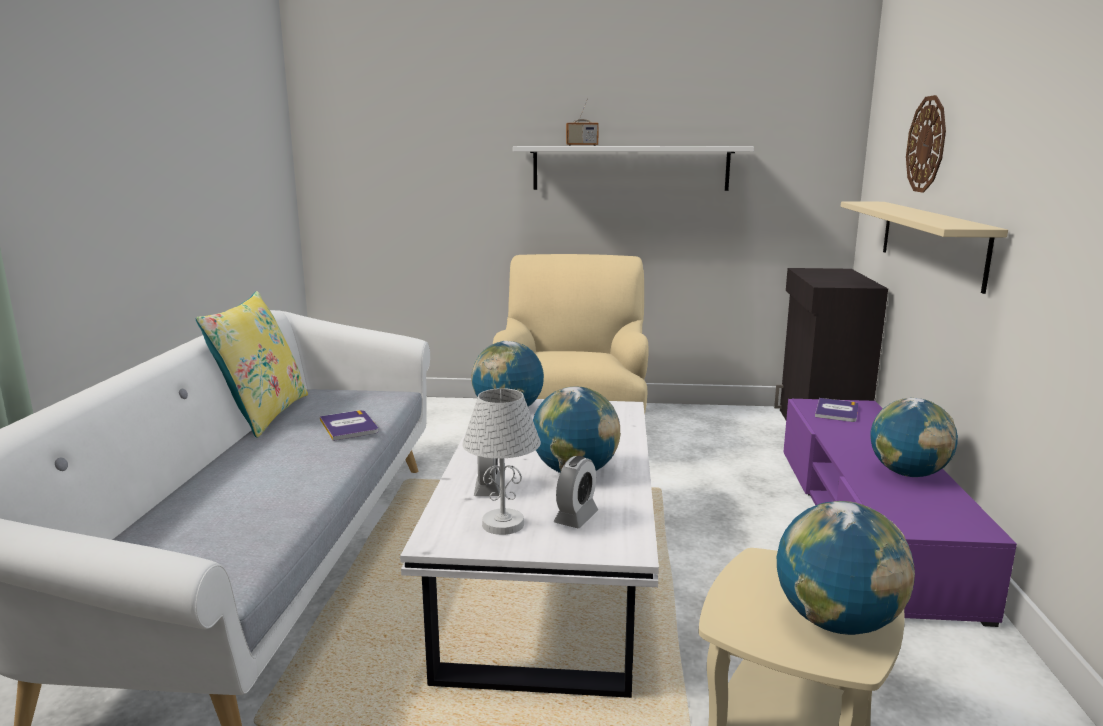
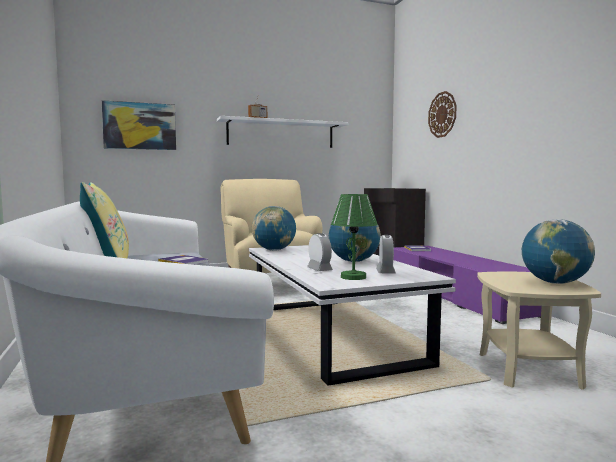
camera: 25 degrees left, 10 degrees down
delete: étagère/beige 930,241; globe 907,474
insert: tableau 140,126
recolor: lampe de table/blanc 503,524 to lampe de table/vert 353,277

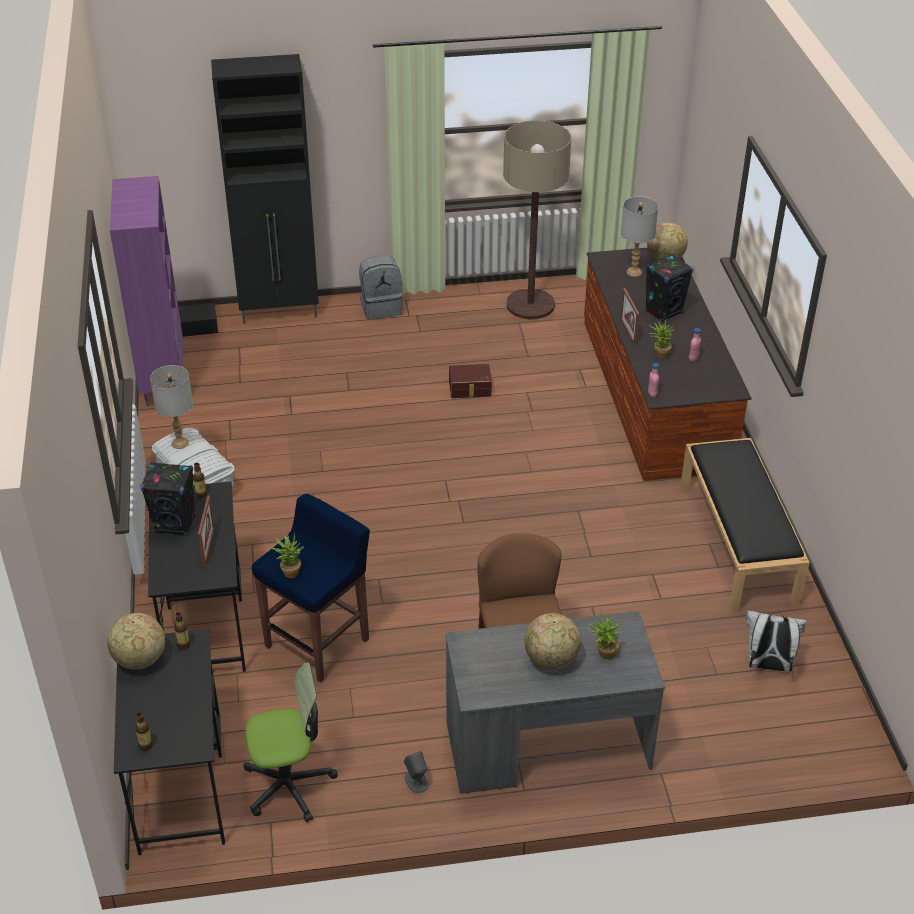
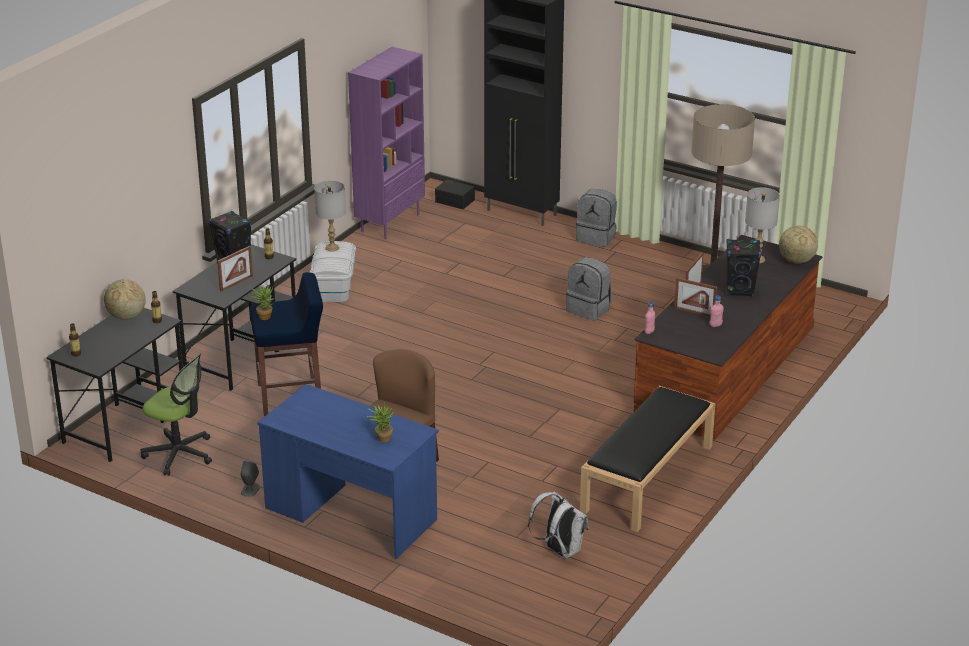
camera: 40 degrees right, 10 degrees down
delete: globe 551,660
replace: boîte de rangement/marron 470,389 to sac à dos/gris 589,309; plante en pot 659,353 to cadre photo 694,312
recolor: bureau/gris 547,745 to bureau/bleu 350,514

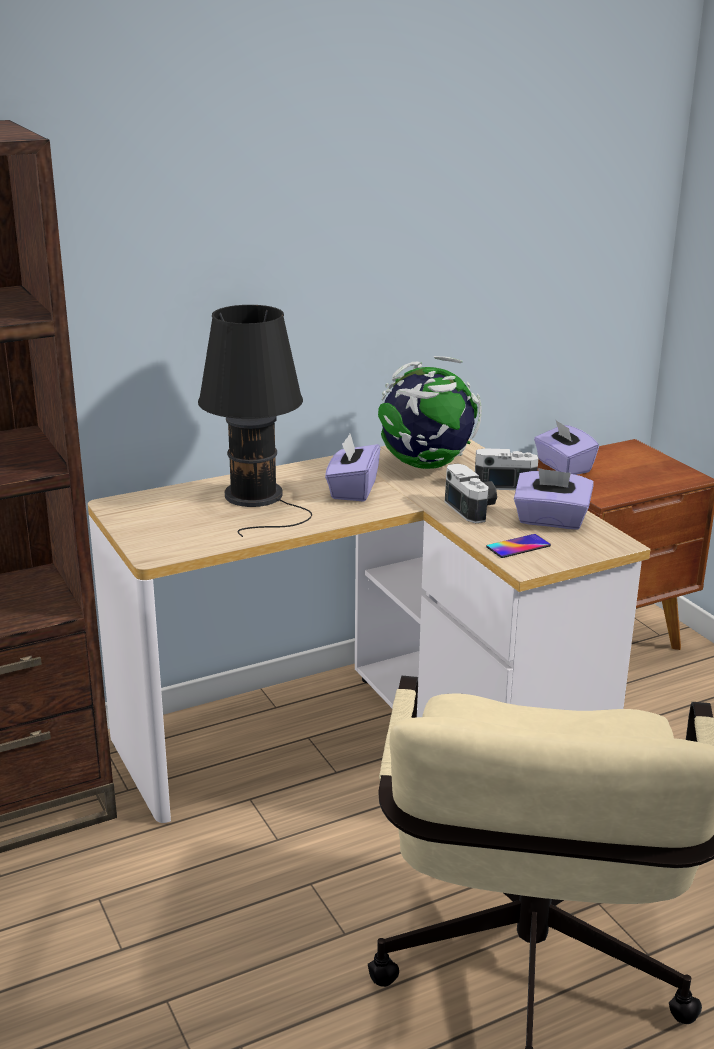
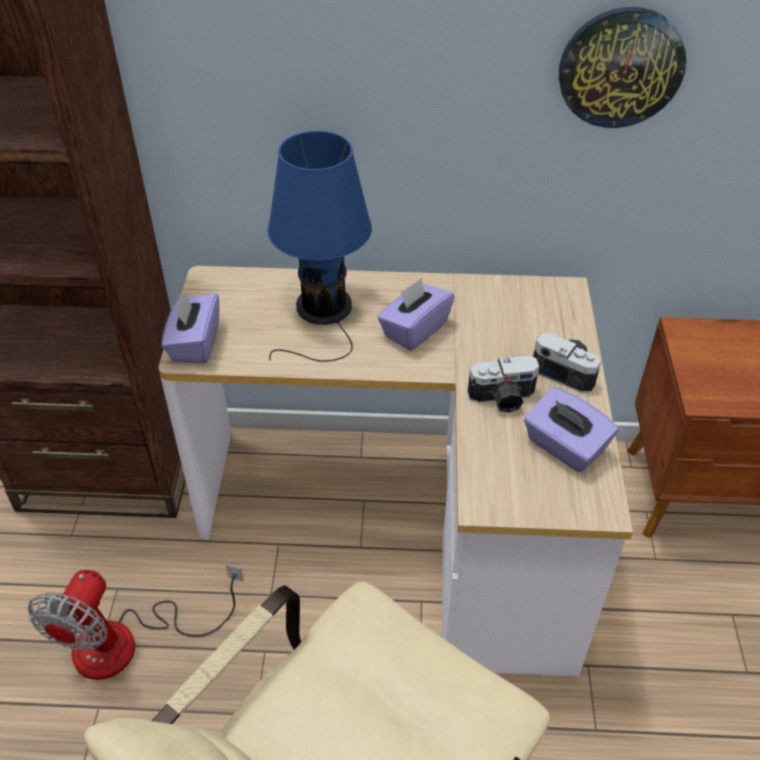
camera: 30 degrees right, 20 degrees up
delete: globe 426,466; téléphone 518,546
insert: ventilateur 128,642; horloge murale 620,67
move: boîte à mouchoirs/violet 563,467 to 195,344
recolor: lampe de table/noir 256,498 to lampe de table/bleu 323,311
rotate: appareil photo 473,508 = 503,399 75 degrees clockwise

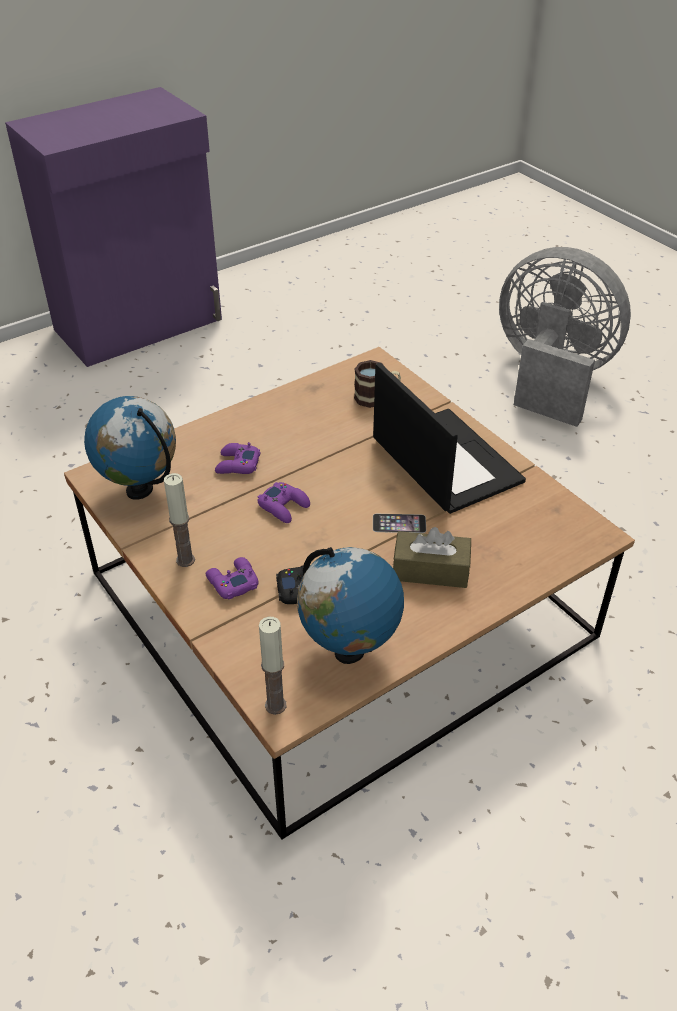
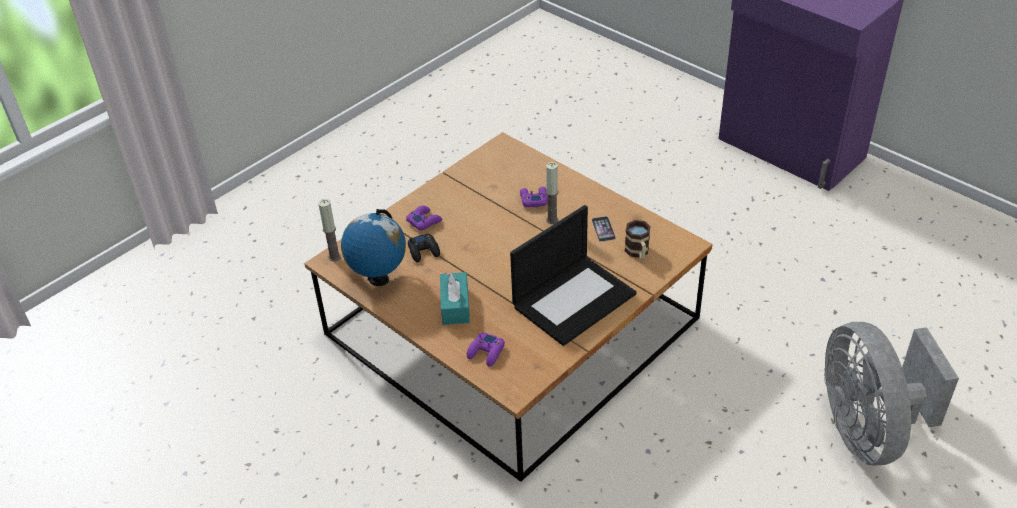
camera: 80 degrees right, 0 degrees up
delete: globe 140,490
move: bougie 185,560 to 552,220; manette/violet 284,506 to 486,352; téléphone 399,523 to 603,229
recolor: boîte à mouchoirs/marron 430,570 to boîte à mouchoirs/turquoise 455,306
rotate: ventilateur/gris 550,378 = 868,430 150 degrees clockwise

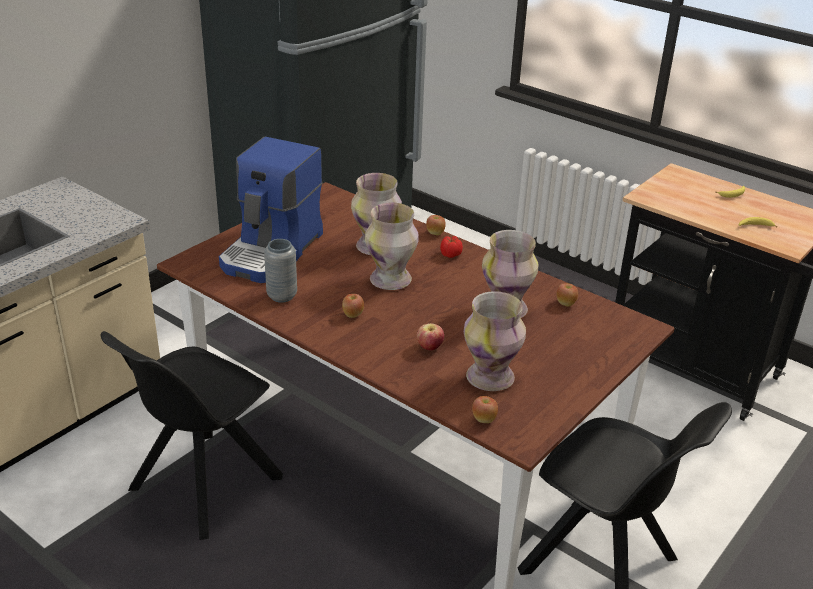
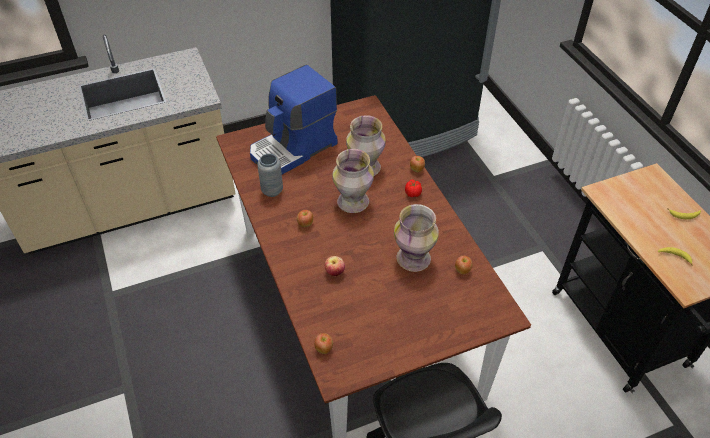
camera: 30 degrees right, 15 degrees up
delete: chaise/noir 202,485; vase 490,377

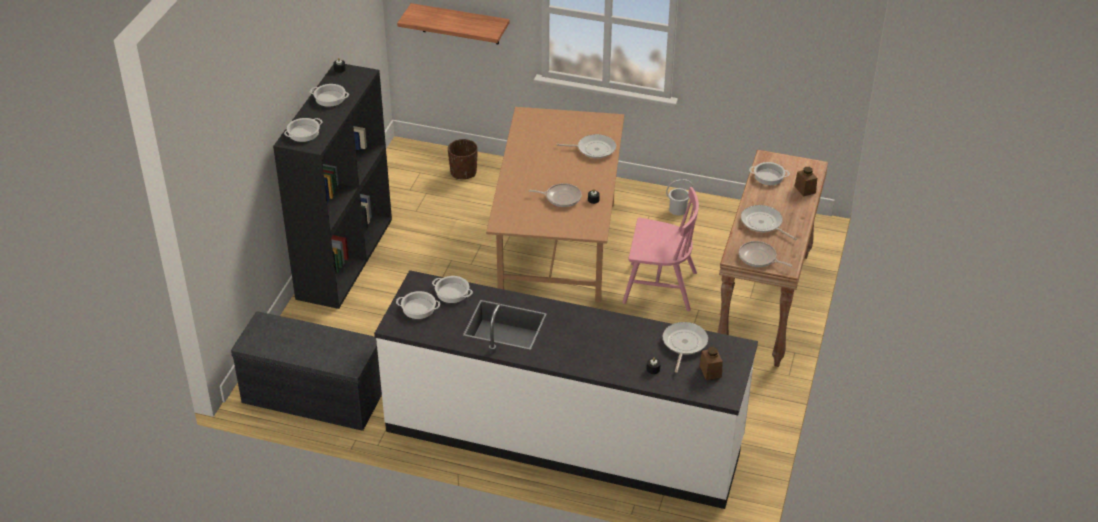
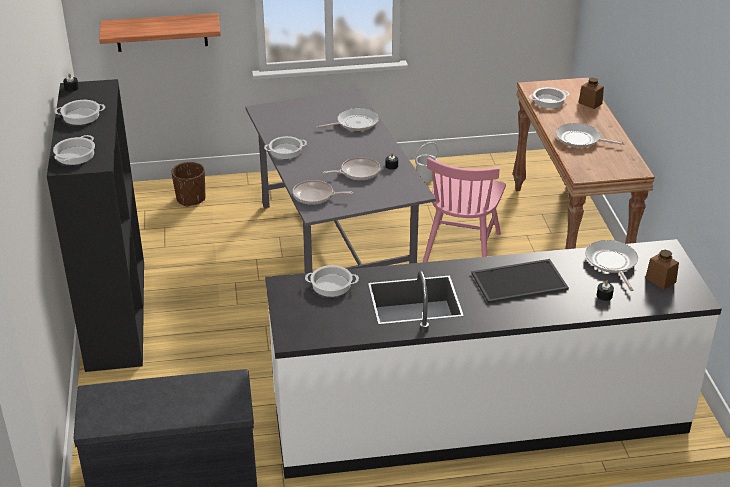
camera: 25 degrees left, 5 degrees down
insert: plateau 519,280
move: marmite 419,308 to 286,150; poêle 759,258 to 315,196
recolor: table à manger/marron 556,246 to table à manger/gris 334,239
rotate: chaise/rose 659,287 = 461,248 120 degrees clockwise

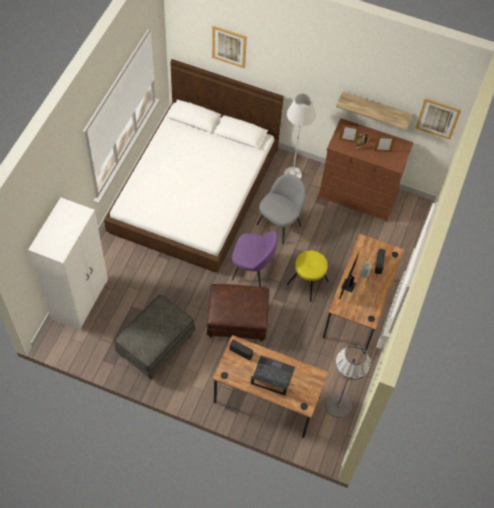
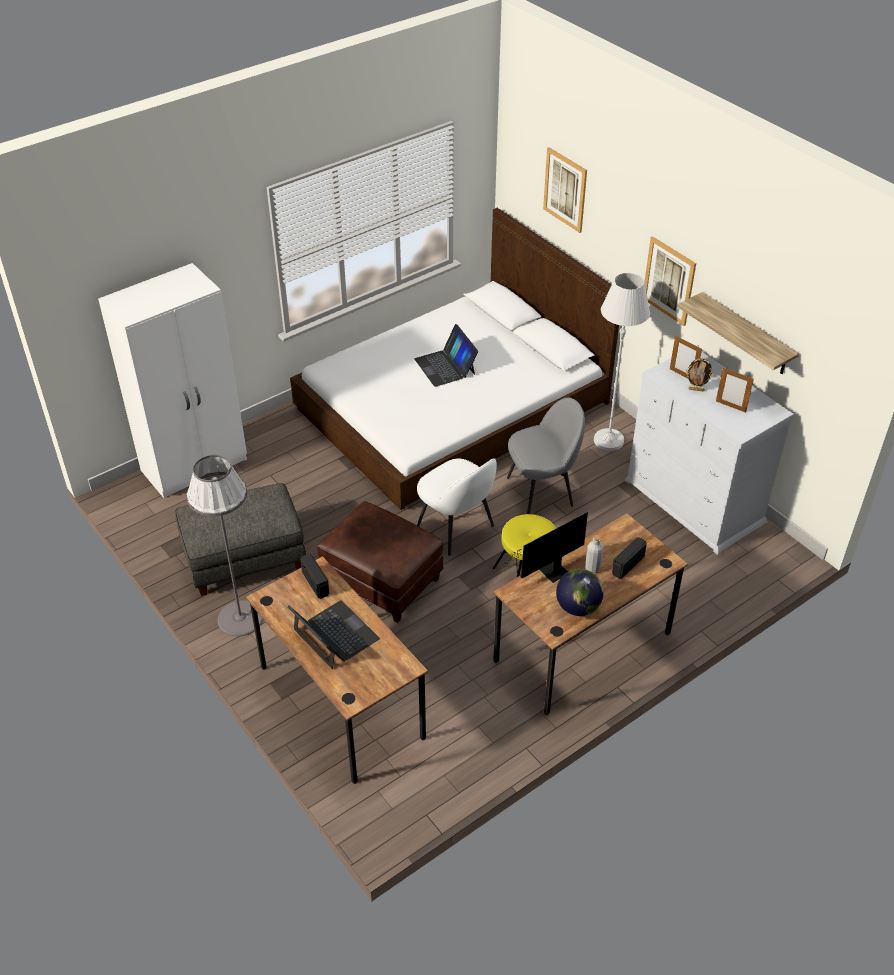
camera: 35 degrees right, 15 degrees down
insert: ordinateur portable 445,366; globe 578,607
move: lampadaire/gris 338,405 to 240,618; tableau 438,118 to 669,281
recolor: chaise/violet 252,269 to chaise/blanc 456,528; commode/marron 358,194 to commode/blanc 695,502

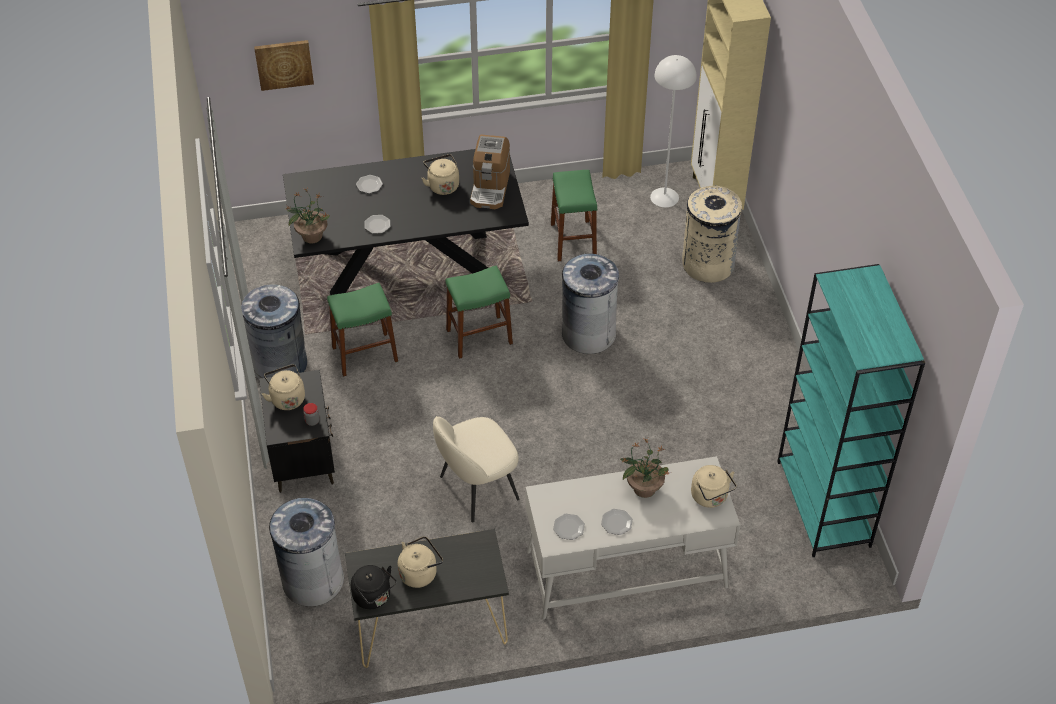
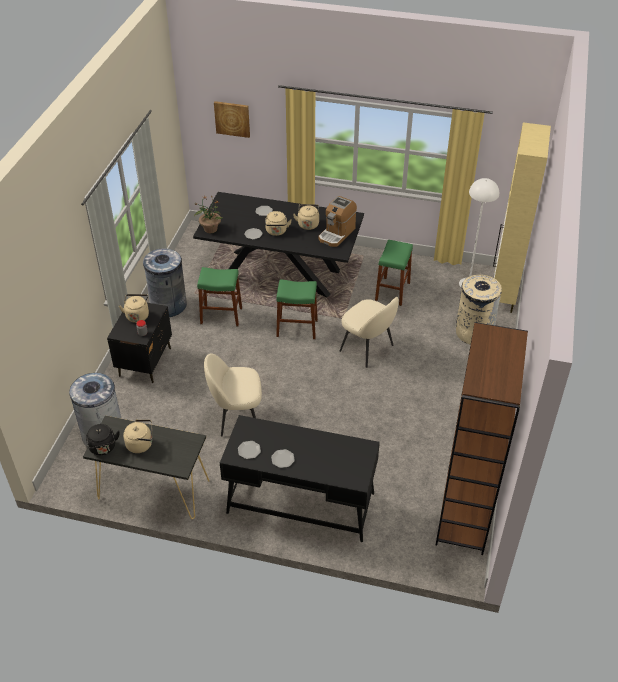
camera: 25 degrees right, 5 degrees down
delete: plante en pot 643,488
move: bouilloire/beige 711,497 to 276,232
replace: poubelle/gris 588,333 to chaise/beige 367,348
recolor: bureau/blanc 625,568 to bureau/noir 300,502; bibliothèque/turquoise 824,504 to bibliothèque/marron 465,512

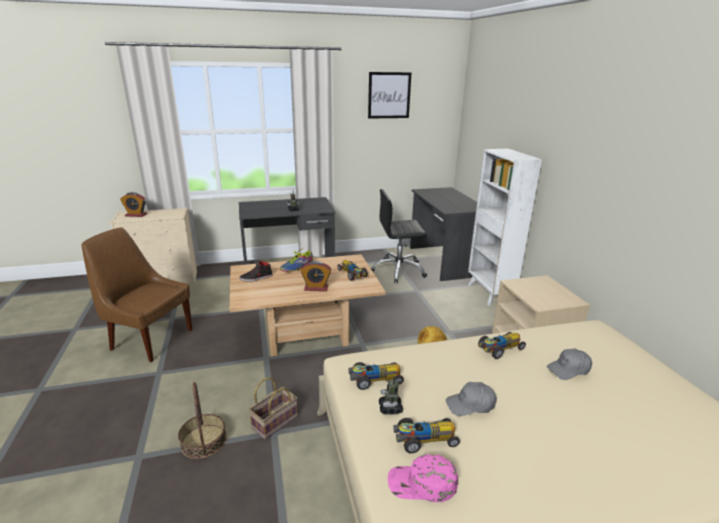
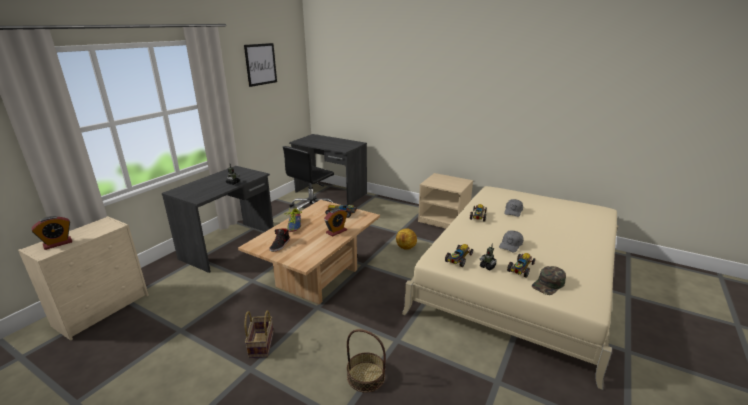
camera: 45 degrees left, 0 degrees up
delete: chaise/marron 150,339; bibliothèque/blanc 489,293
move: panier 275,421 to 260,344
recolor: casquette/rose 422,484 to casquette/vert 548,284

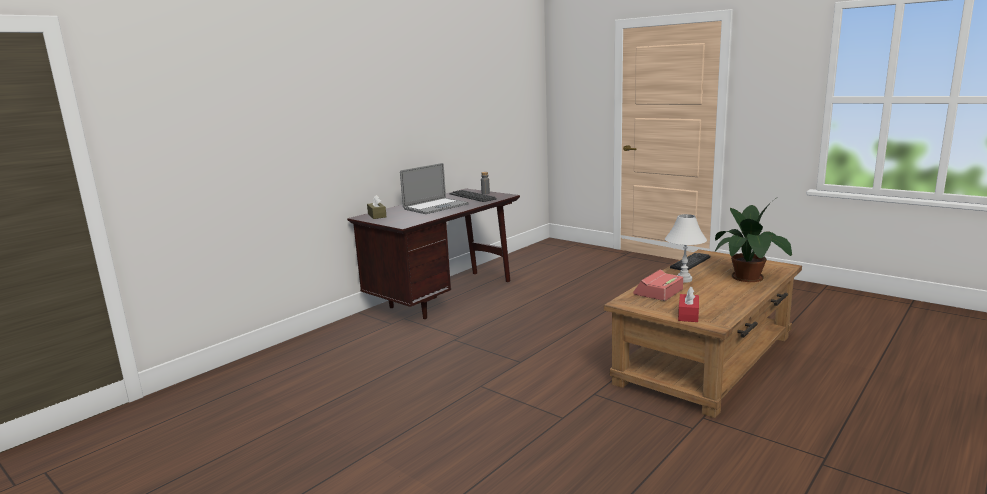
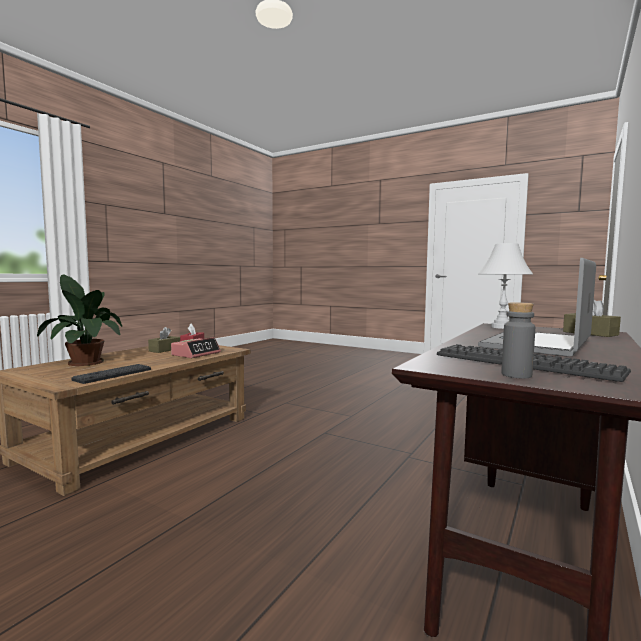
camera: 170 degrees right, 10 degrees down
insert: boîte à mouchoirs/marron 164,350
move: lampe de table/blanc 683,279 to 502,327

